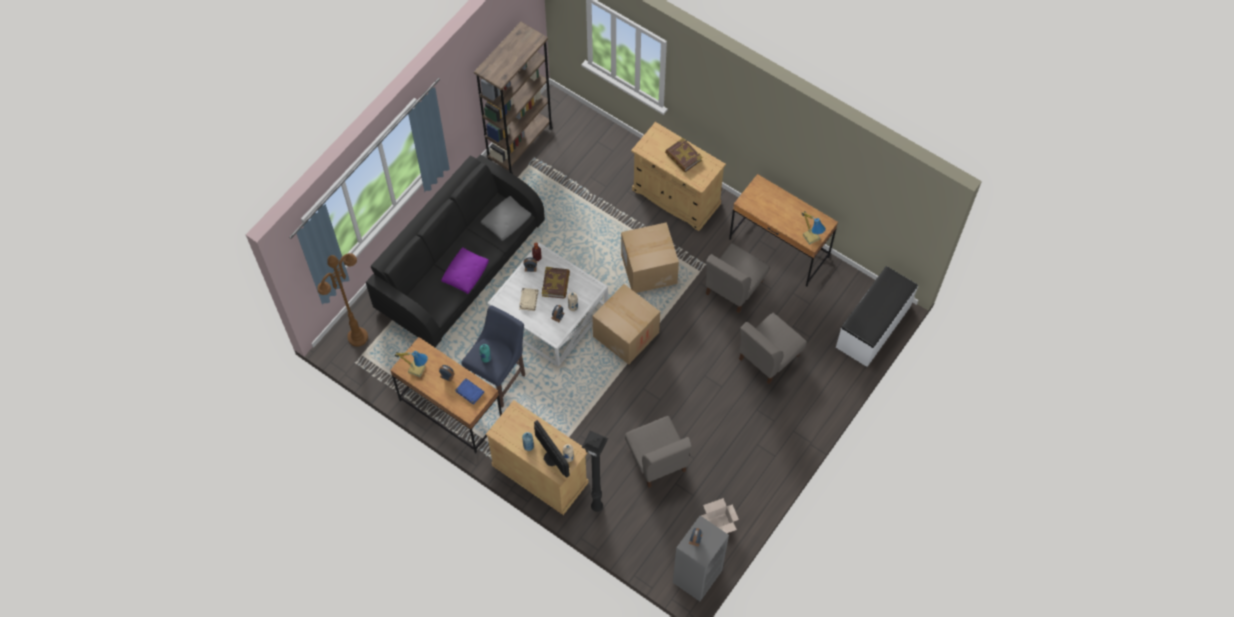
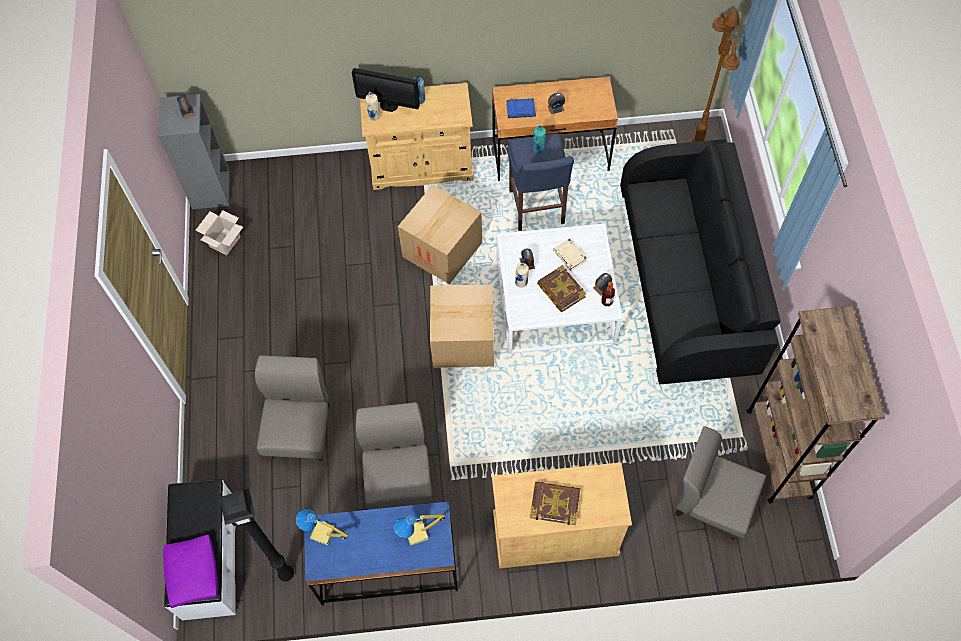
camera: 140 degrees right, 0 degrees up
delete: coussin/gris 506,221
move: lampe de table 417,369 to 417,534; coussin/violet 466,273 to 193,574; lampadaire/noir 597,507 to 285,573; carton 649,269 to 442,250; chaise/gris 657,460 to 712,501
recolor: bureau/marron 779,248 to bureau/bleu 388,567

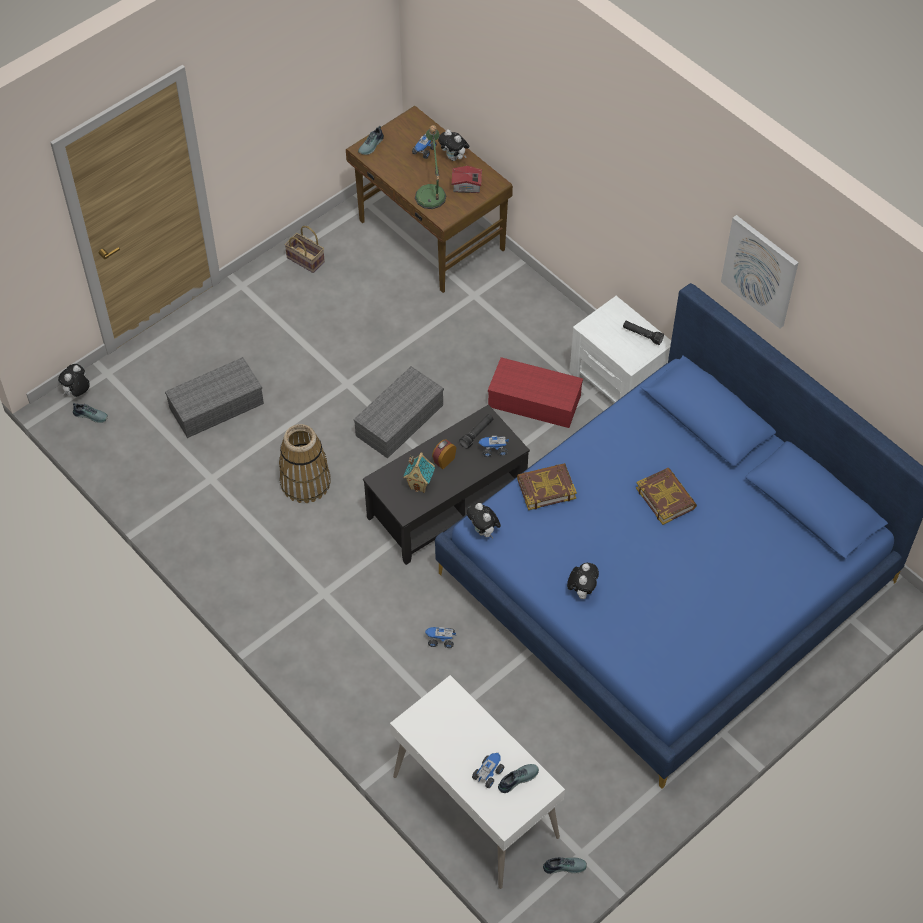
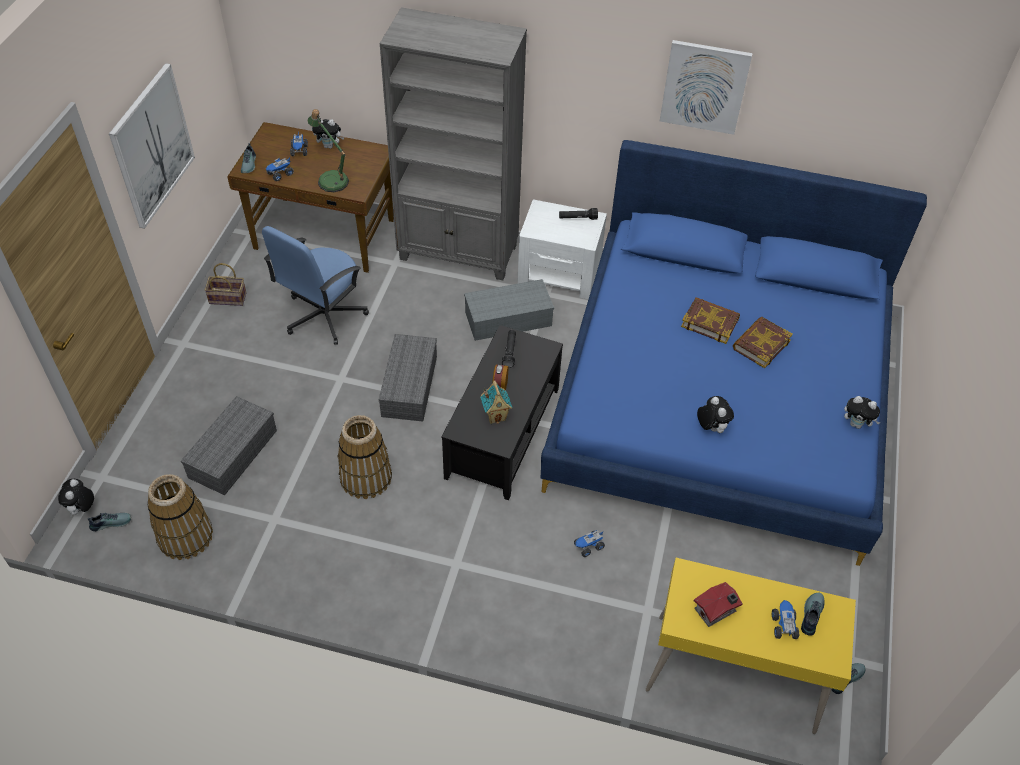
camera: 35 degrees left, 5 degrees down
insert: tableau 152,146; panier 185,536; chaise de bureau/bleu 323,315; bibliothèque/gris 459,253
move: maison miniature 467,186 to 716,610; peluche 483,531 to 856,424; camion jouet 493,449 to 280,174; livre 546,488 to 760,344
recolor: bureau/blanc 475,807 to bureau/jaune 734,674; boîte de rangement/rouge 533,401 to boîte de rangement/gris 507,320

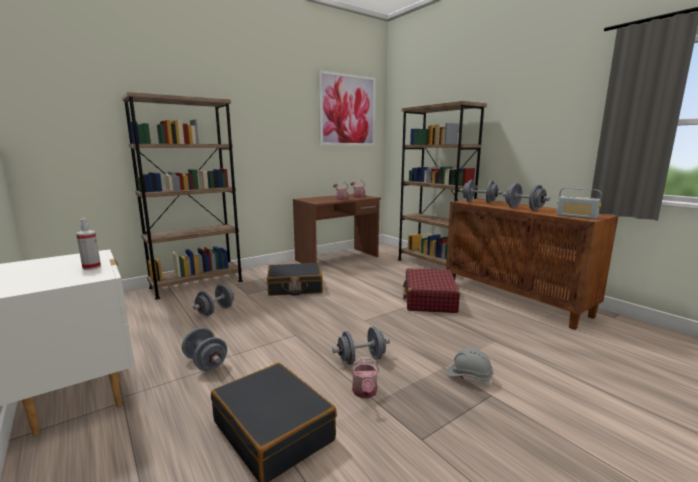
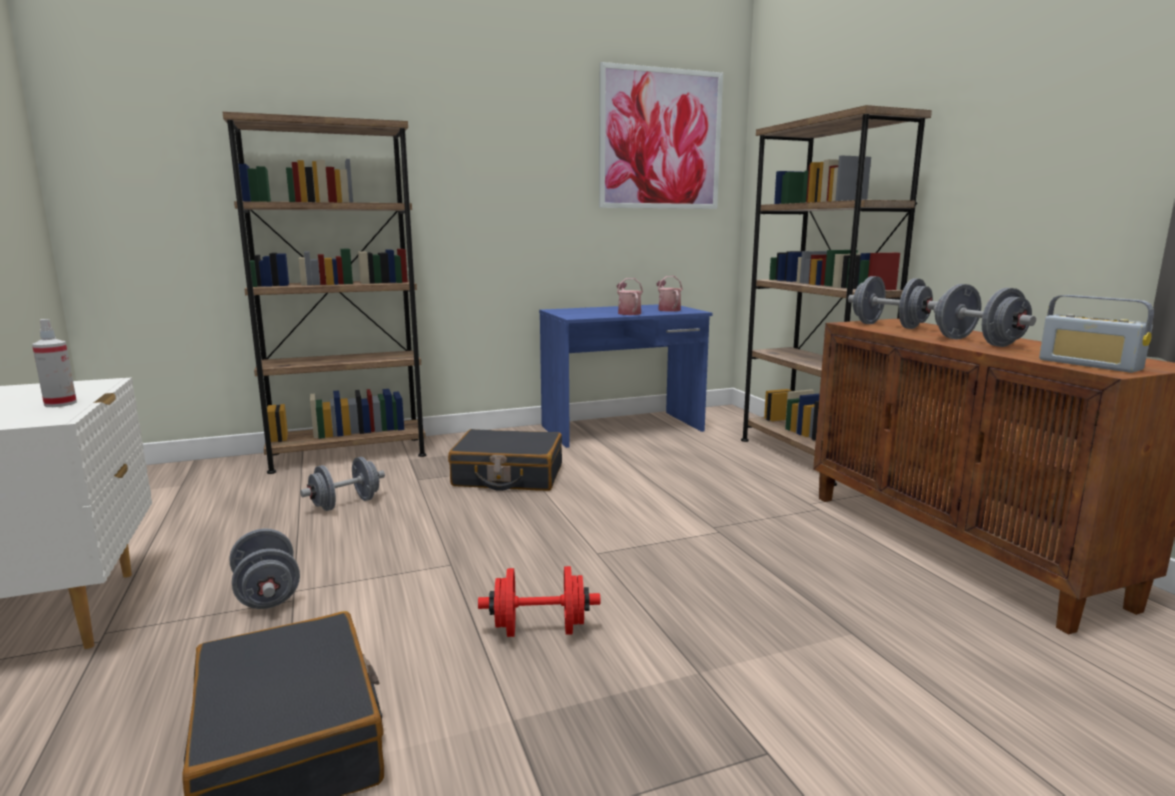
camera: 15 degrees right, 0 degrees up
delete: arrosoir 365,393; valise/rouge 429,299; casque de chantier/gris 468,376
recolor: bureau/marron 338,258 to bureau/bleu 623,429; haltère/gris 361,359 to haltère/rouge 540,630

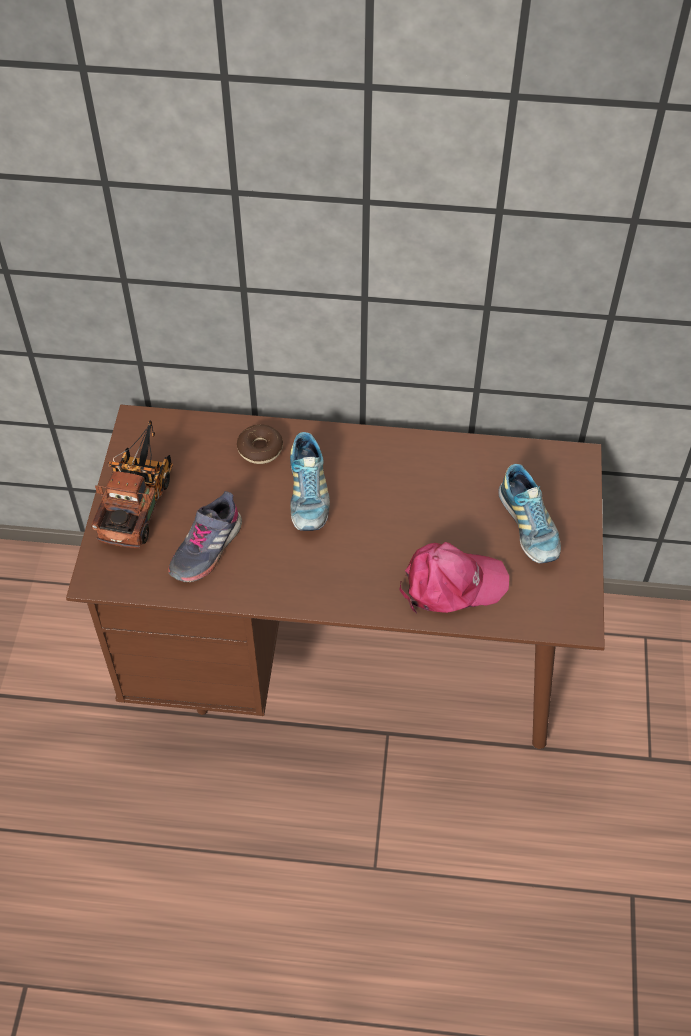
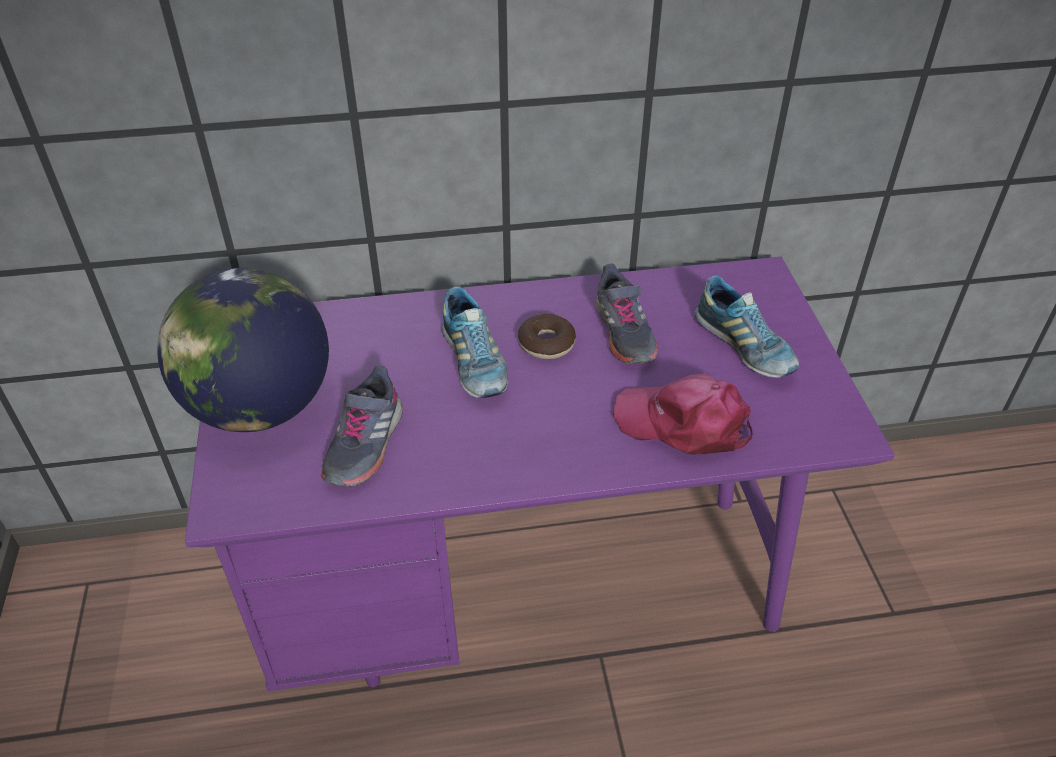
camera: 15 degrees left, 10 degrees down
insert: chaussure/gris 623,332
move: beignet 260,449 to 546,344
replace: camion jouet 139,500 to globe 261,407
recolor: bureau/marron 346,664 to bureau/violet 528,589
rotate: casquette/rose 451,584 = 684,423 135 degrees counterclockwise

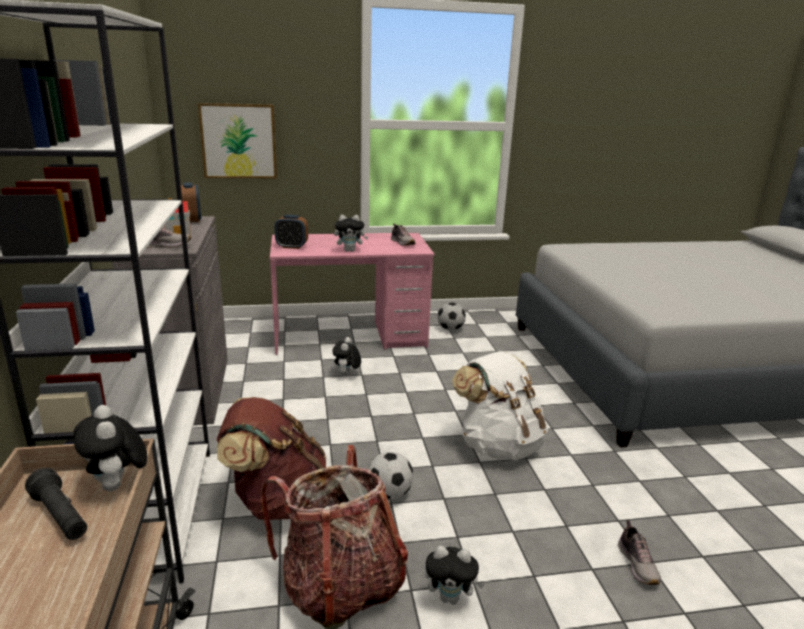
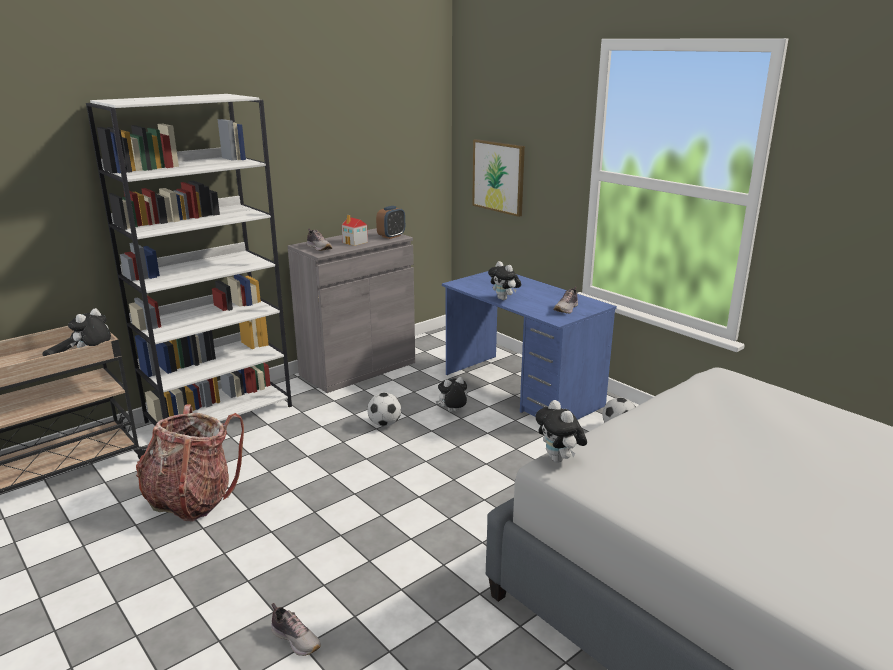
camera: 60 degrees right, 0 degrees up
delete: sac à dos/marron 275,500; réveil 292,247; sac à dos/blanc 498,445
move: ballon de foot 389,494 to 384,424; peluche 451,598 to 559,459
recolor: bureau/rose 350,337 to bureau/bleu 522,390
rotate: chaussure 638,564 = 296,639 105 degrees counterclockwise

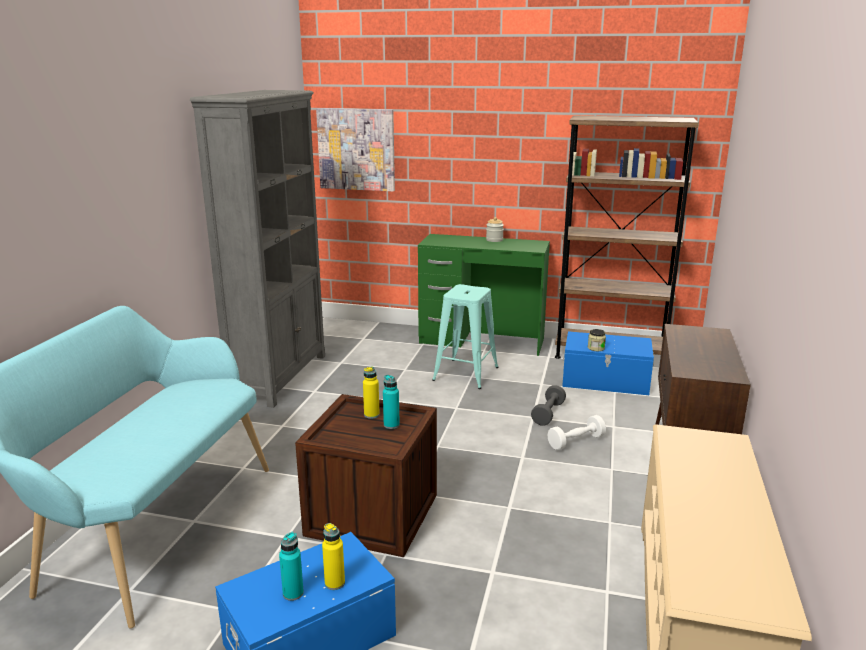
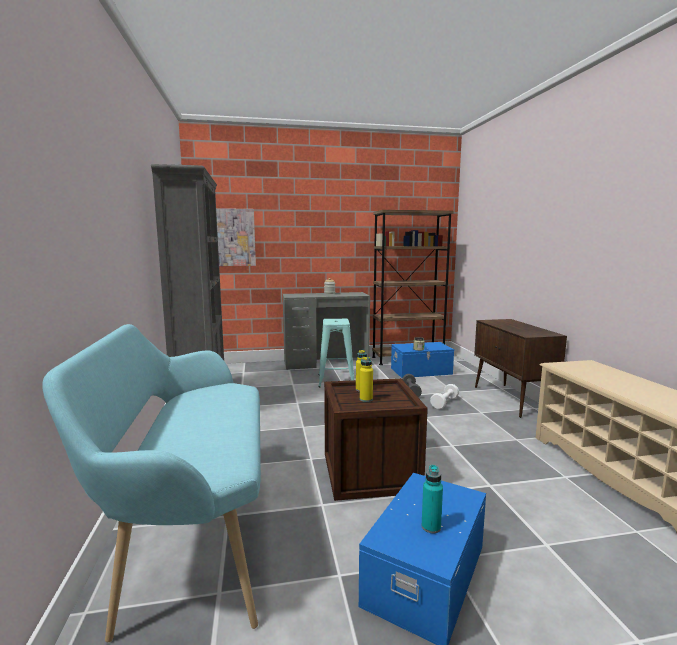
camera: 25 degrees left, 10 degrees down
delete: bouteille/turquoise 391,425
move: bouteille/jaune 334,583 to 366,399
recolor: bureau/vert 482,341 to bureau/gris 326,363

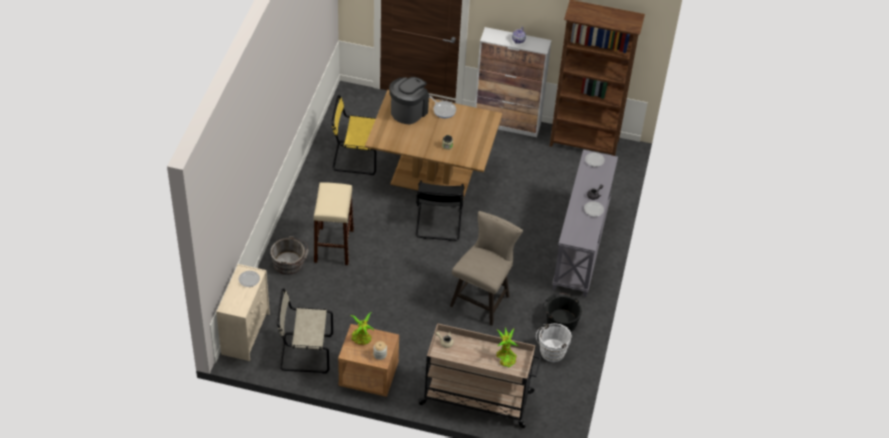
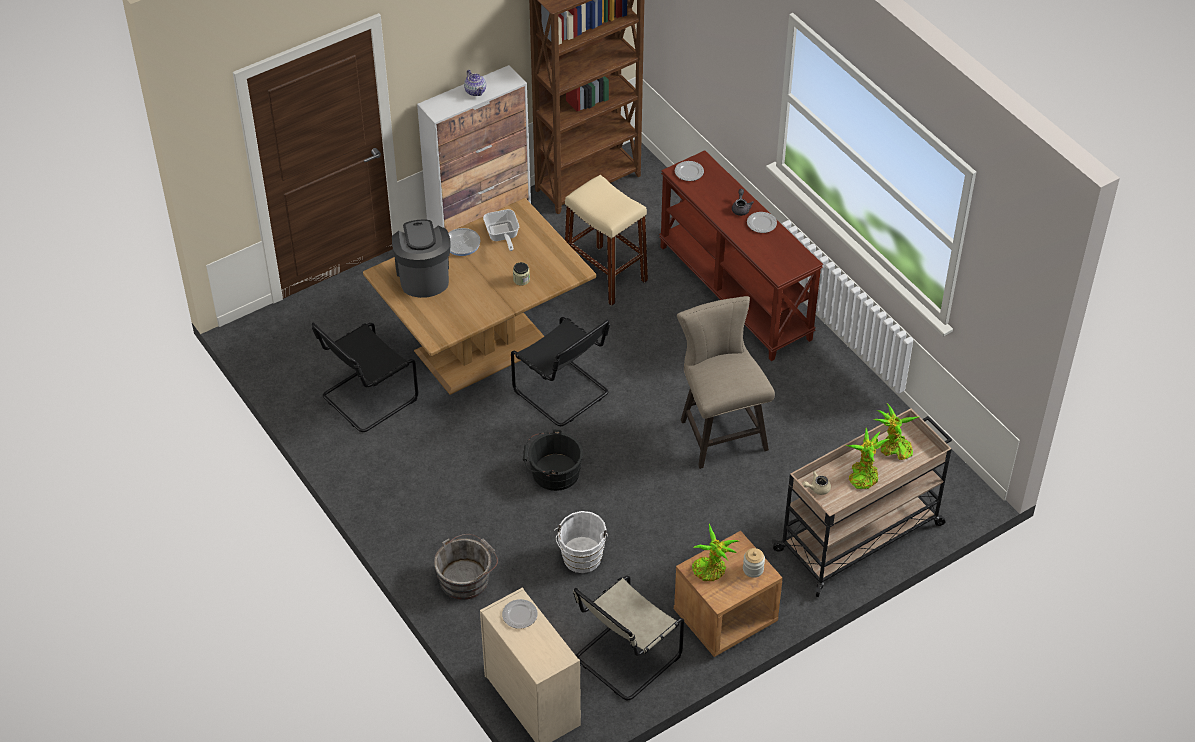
camera: 45 degrees left, 0 degrees up
insert: poêle 502,236; plante en pot 863,475
move: tabouret/beige 334,246 to 605,275; seau/blanc 550,353 to 581,560; seau/noir 560,320 to 552,472
recolor: chaise/jaune 354,157 to chaise/noir 366,399; table console/gris 581,246 to table console/marron 736,292

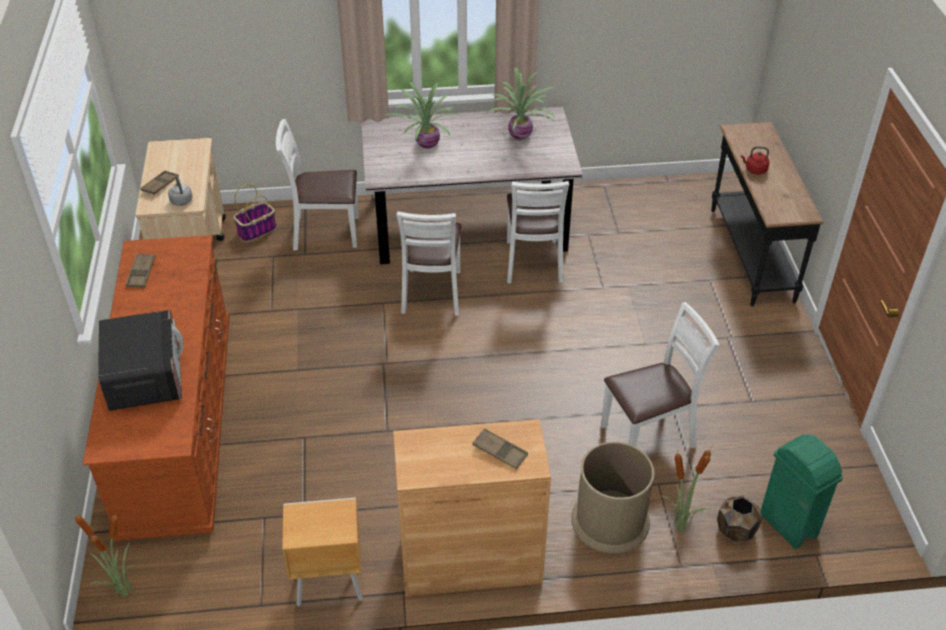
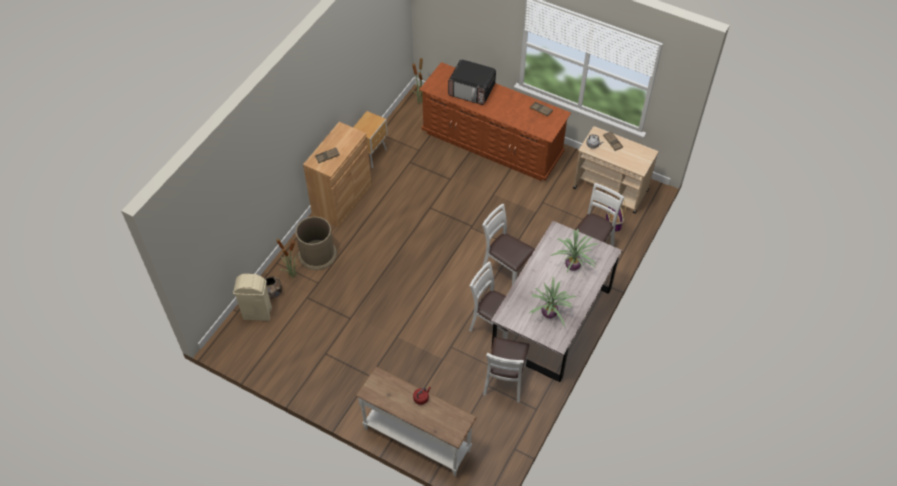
camera: 125 degrees right, 10 degrees up
move: chaise/blanc 648,435 to 505,380
recolor: table console/noir 750,254 to table console/blanc 417,439; poubelle/vert 788,525 to poubelle/beige 257,313

